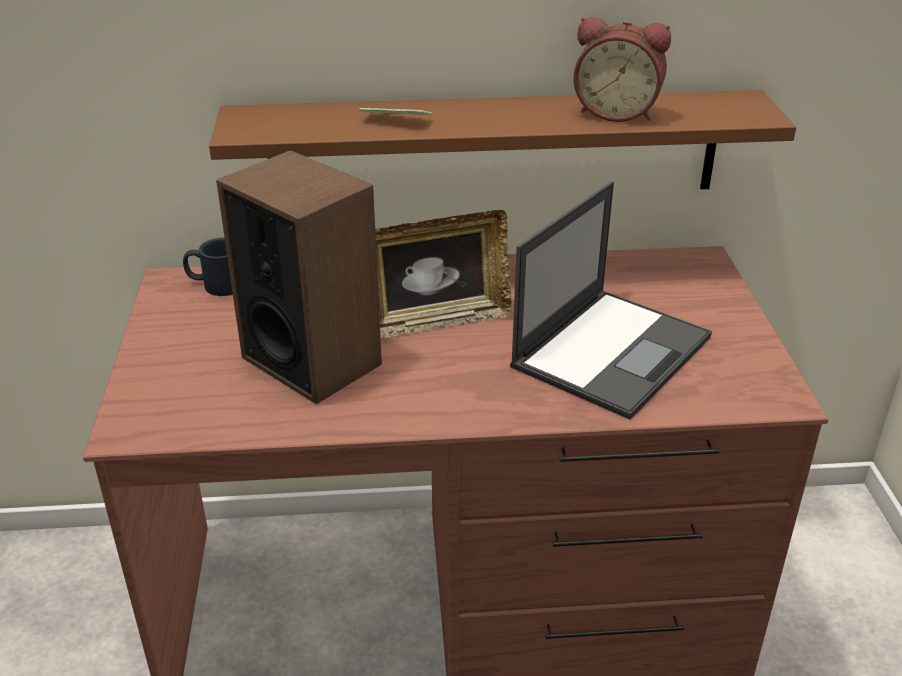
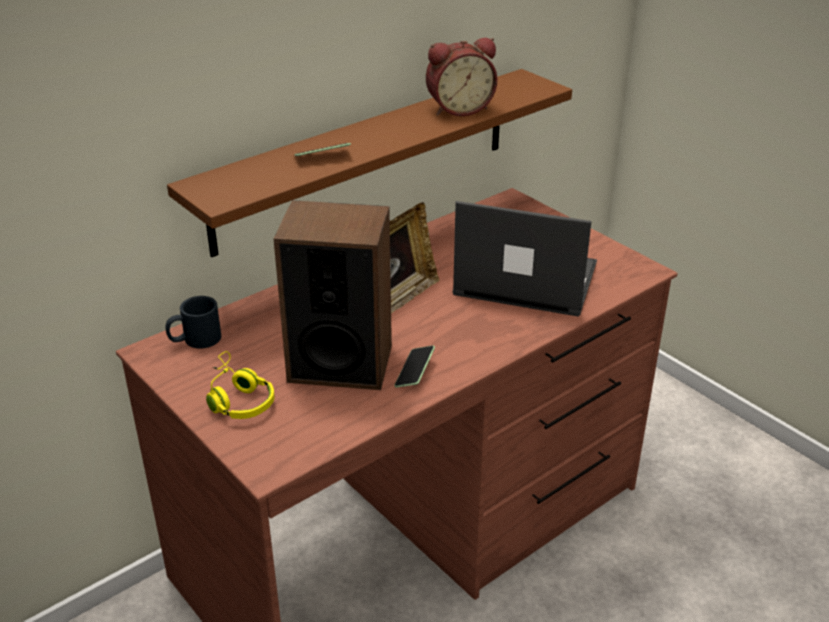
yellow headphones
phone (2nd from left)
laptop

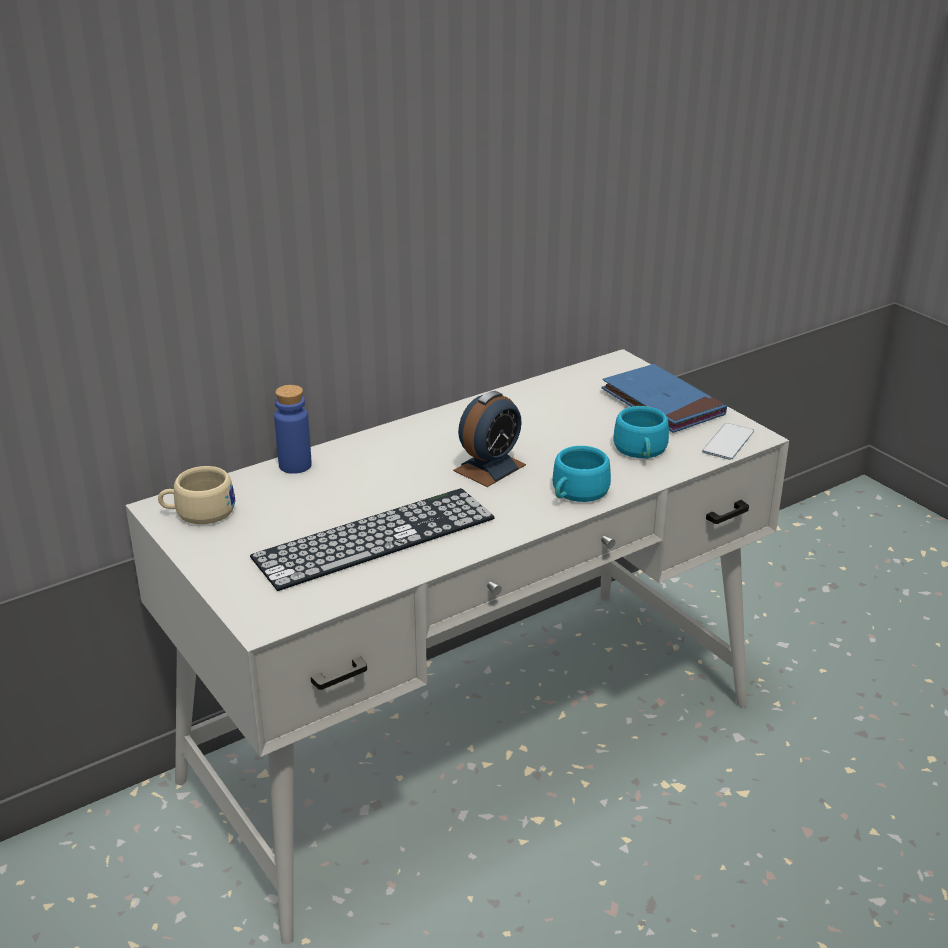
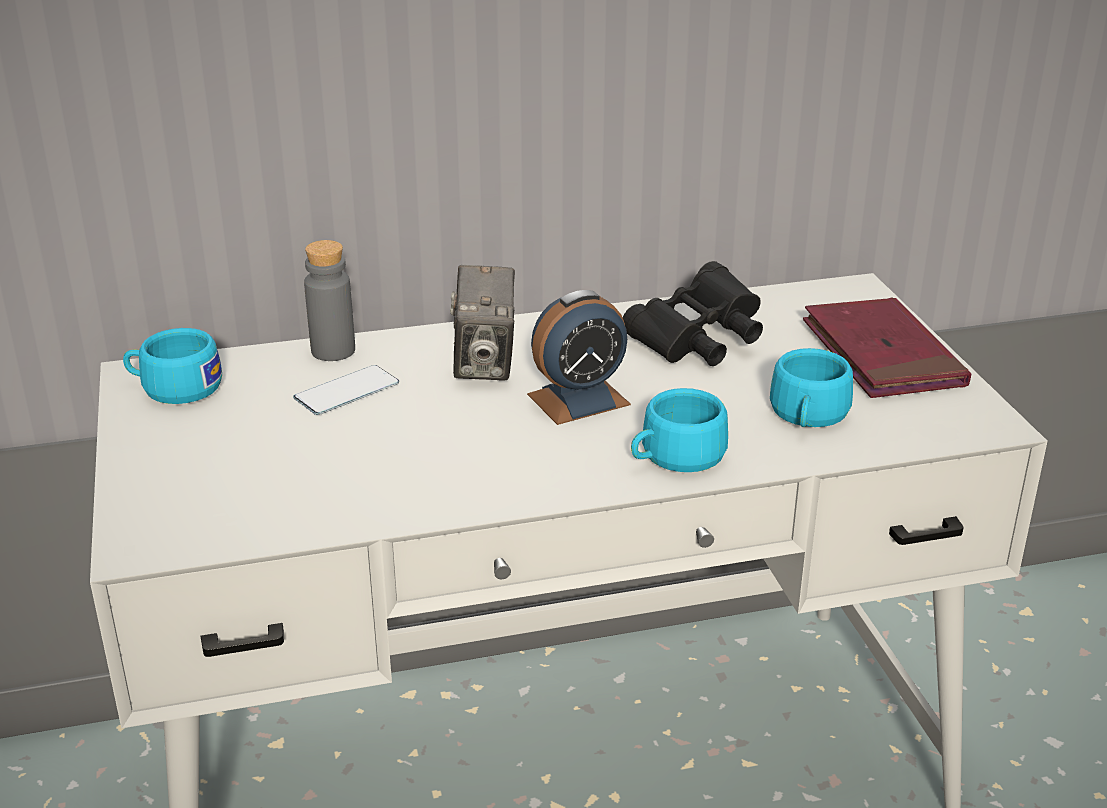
turquoise cup (1st from left)
phone
grey bottle
photo camera
black binoculars
red book
keyboard

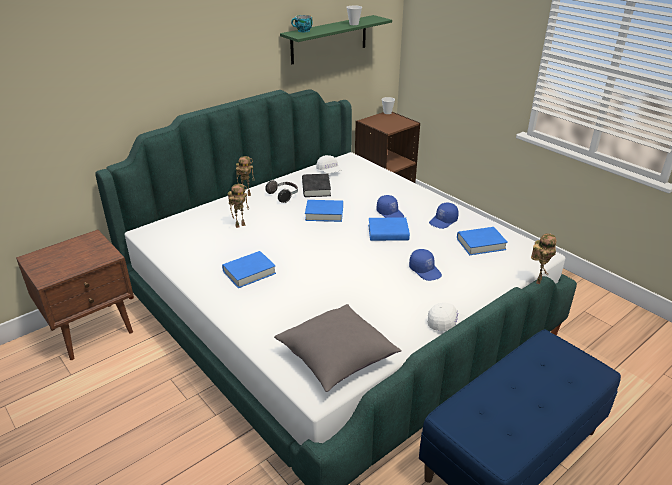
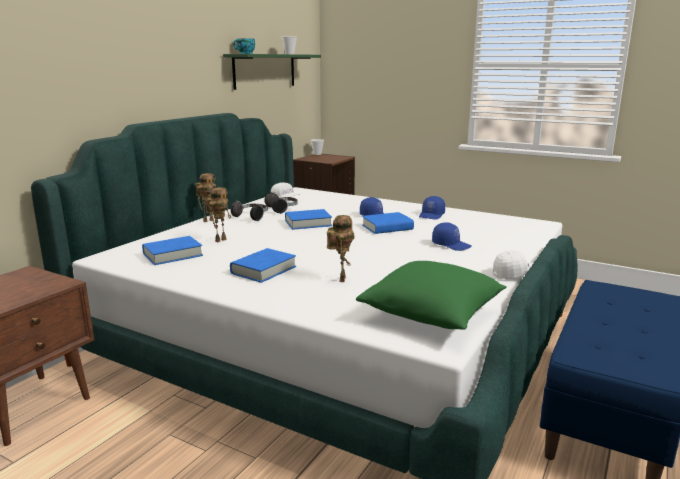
blue book (1st from left)
headphones (2nd from left)
toy robot (3rd from left)
green pillow

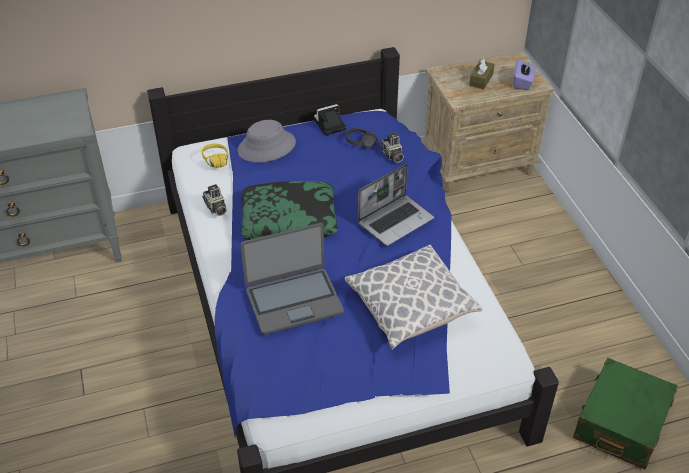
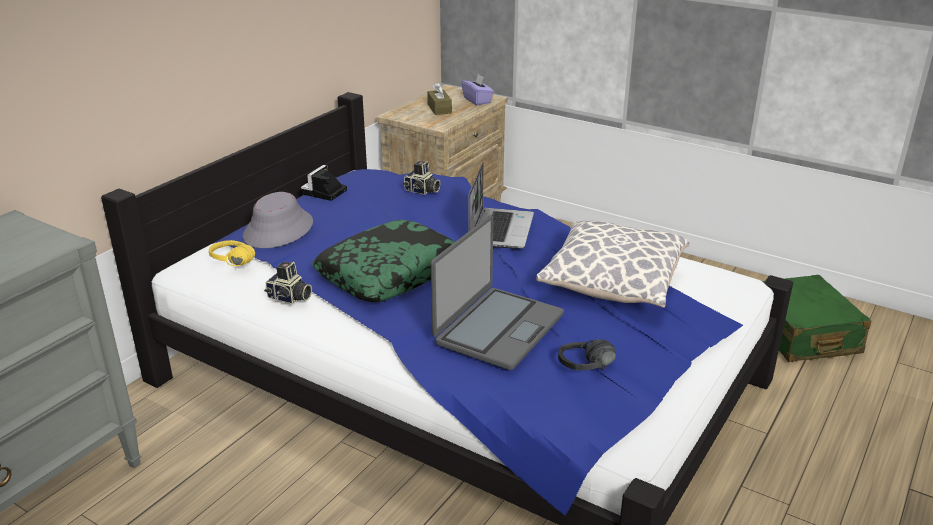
black headphones

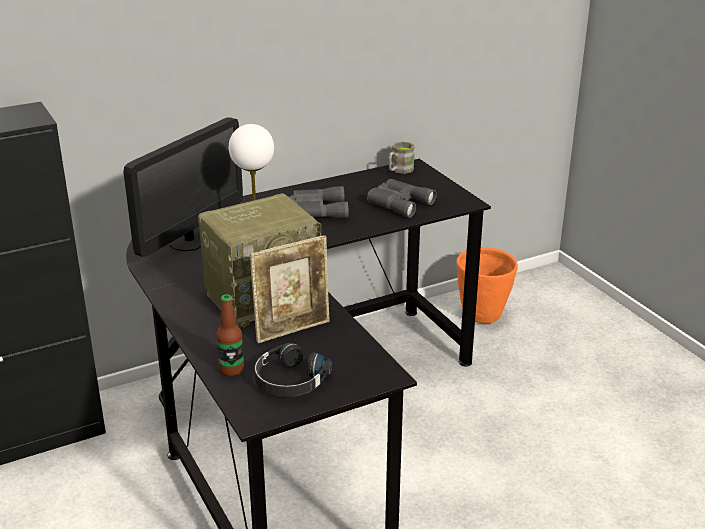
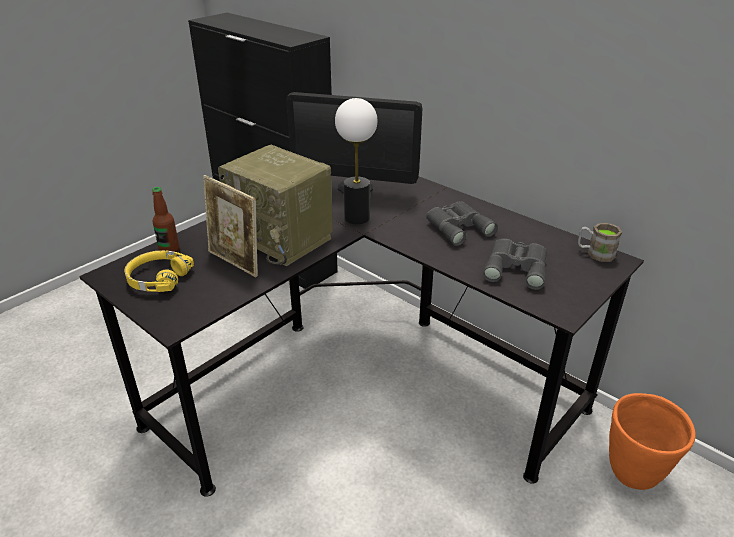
yellow headphones

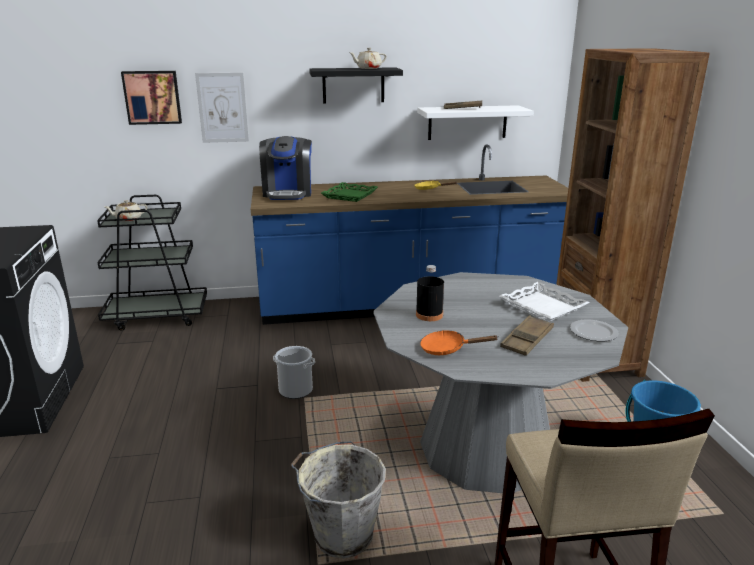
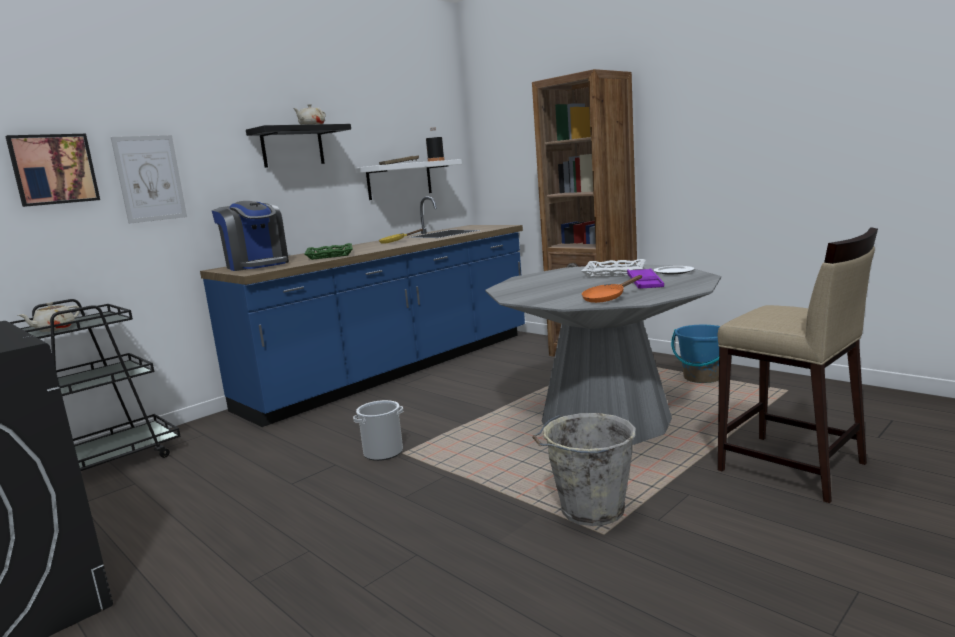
black bottle
purple tray

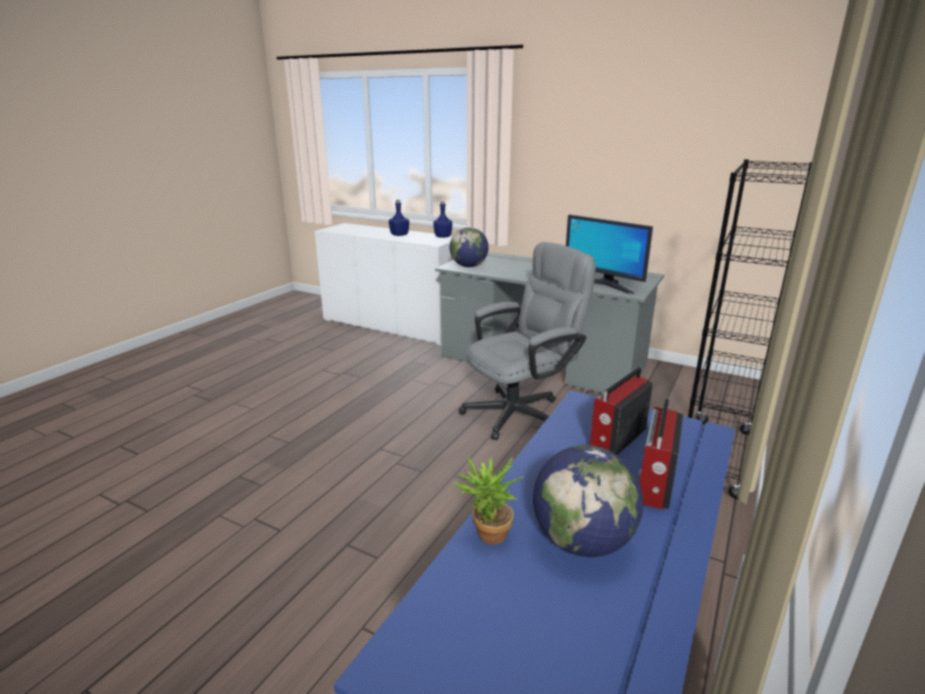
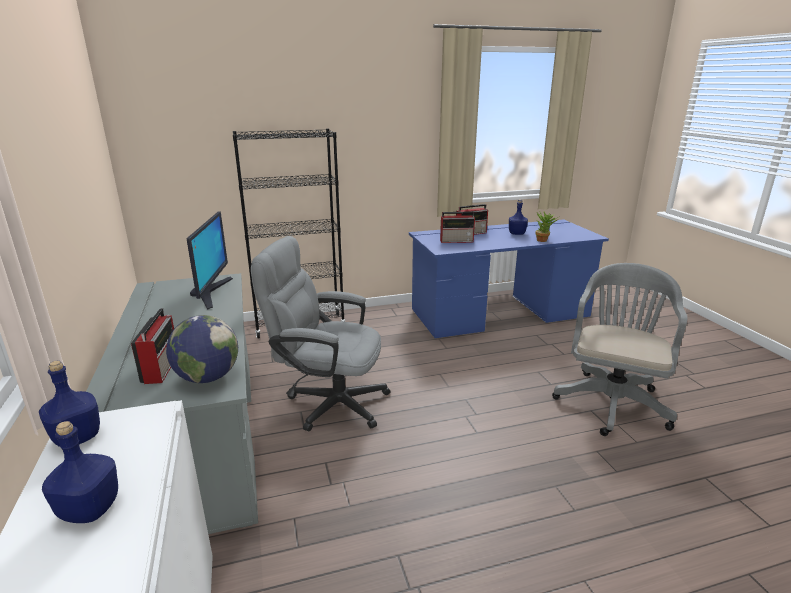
radio (1st from left)
blue bottle (3rd from left)
grey office chair (2nd from left)

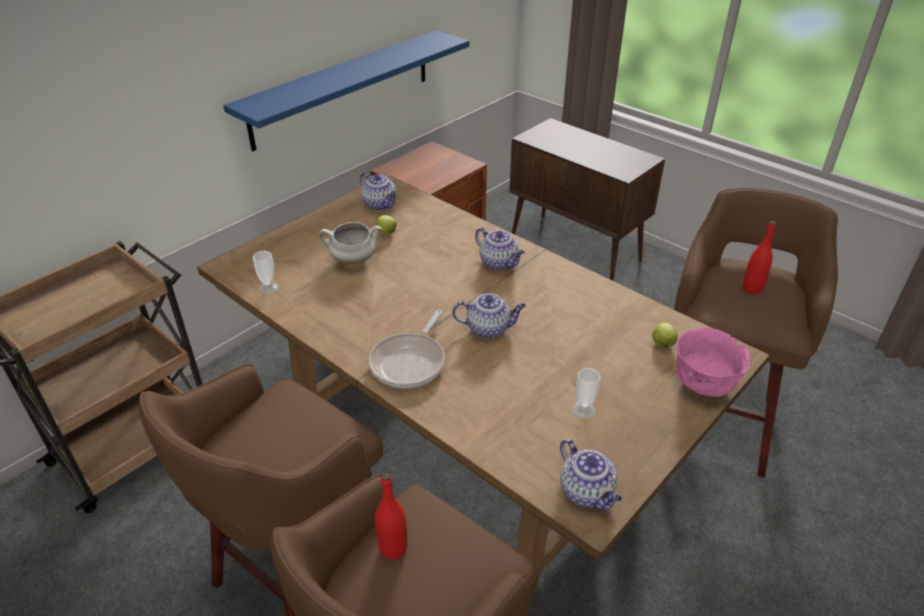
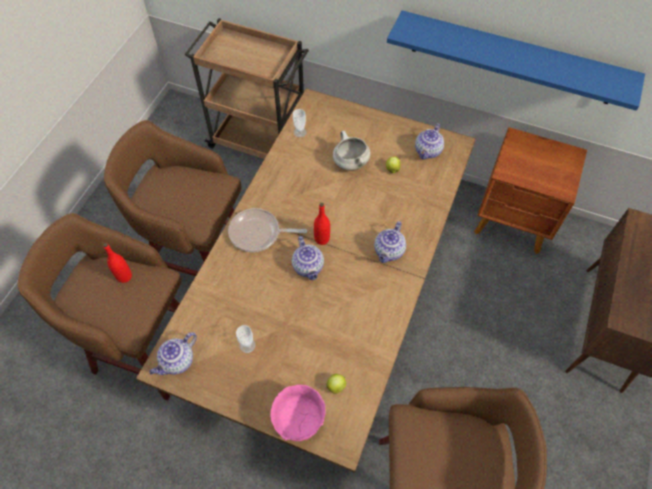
red bottle (2nd from left)

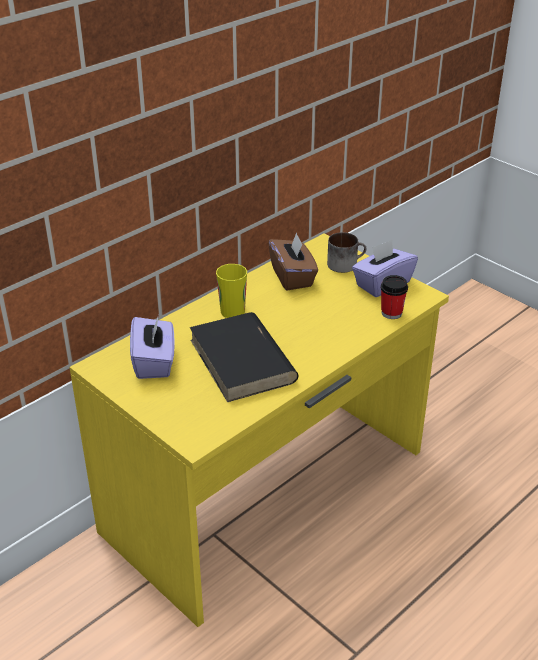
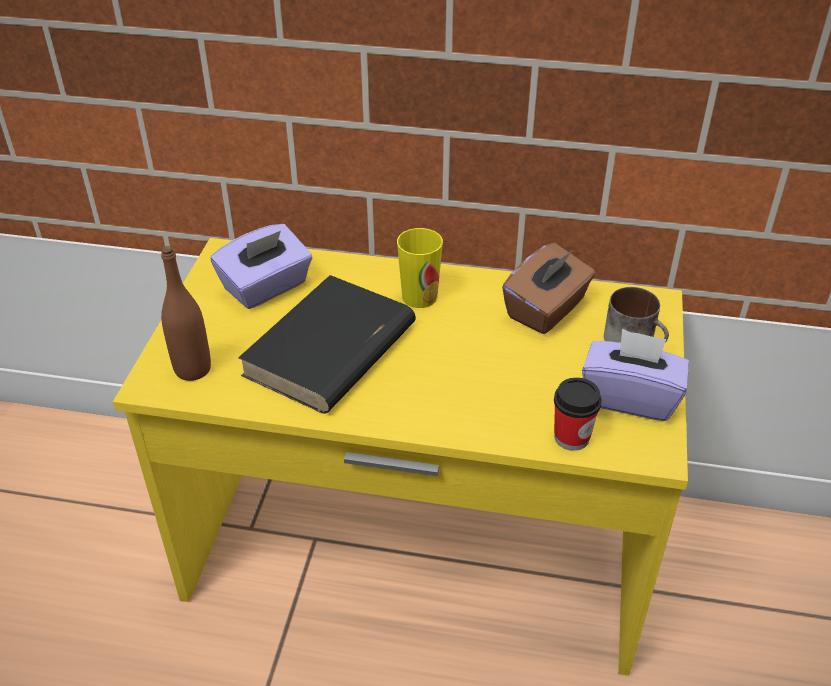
brown bottle

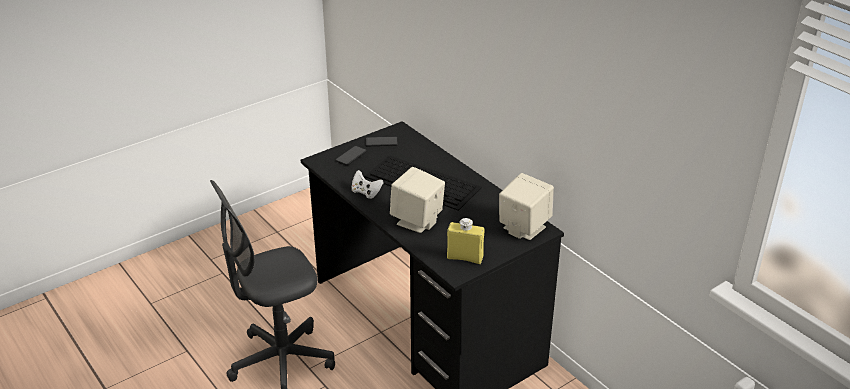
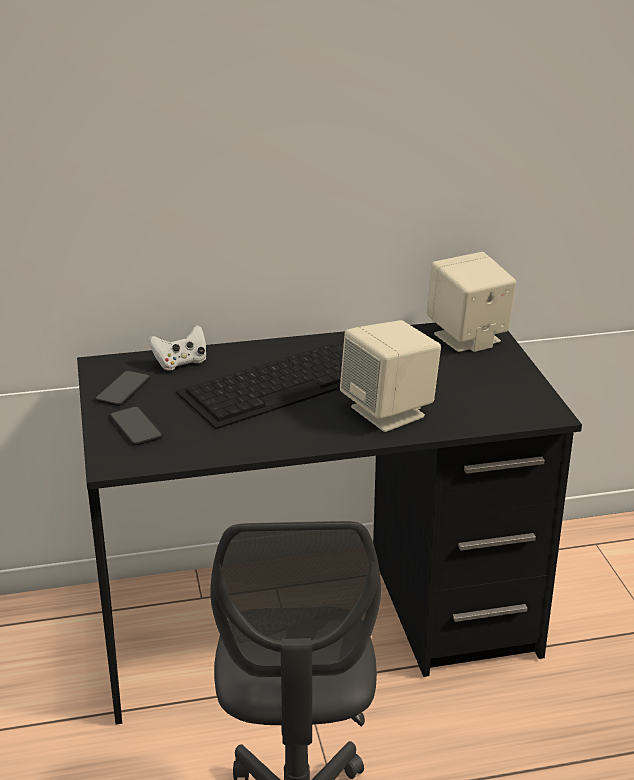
white game controller
yellow bottle

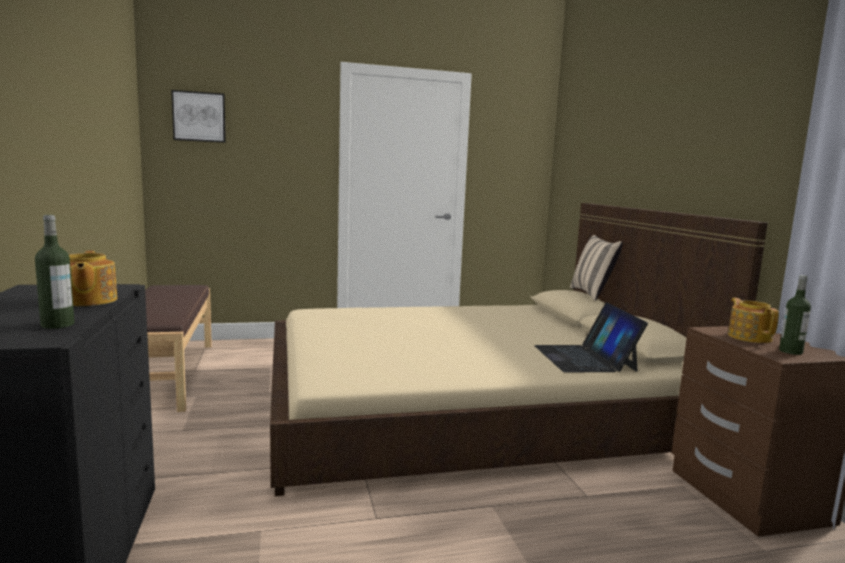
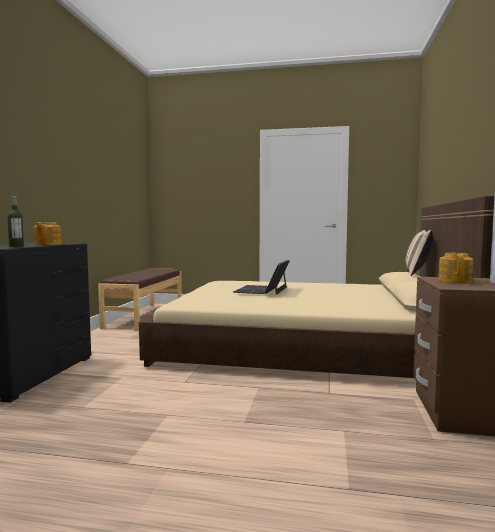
laptop
picture
bottle (2nd from left in the first image)

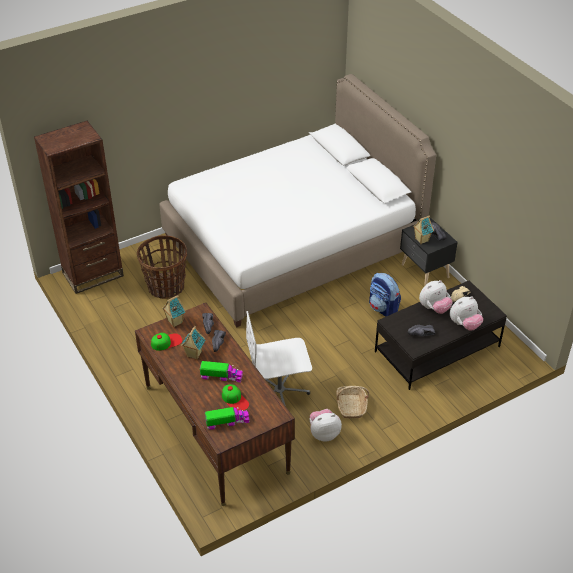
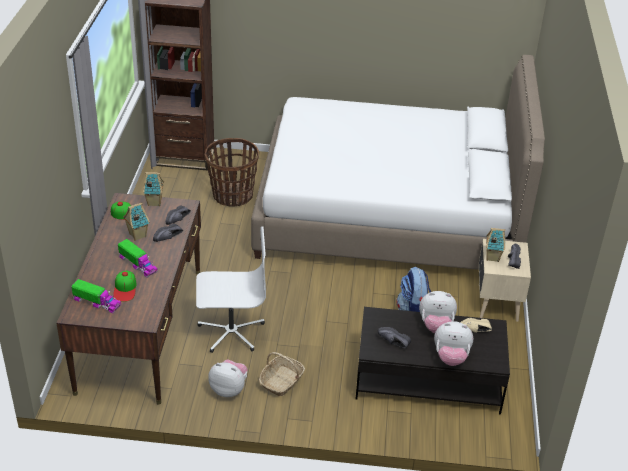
white office chair
beige nightstand

